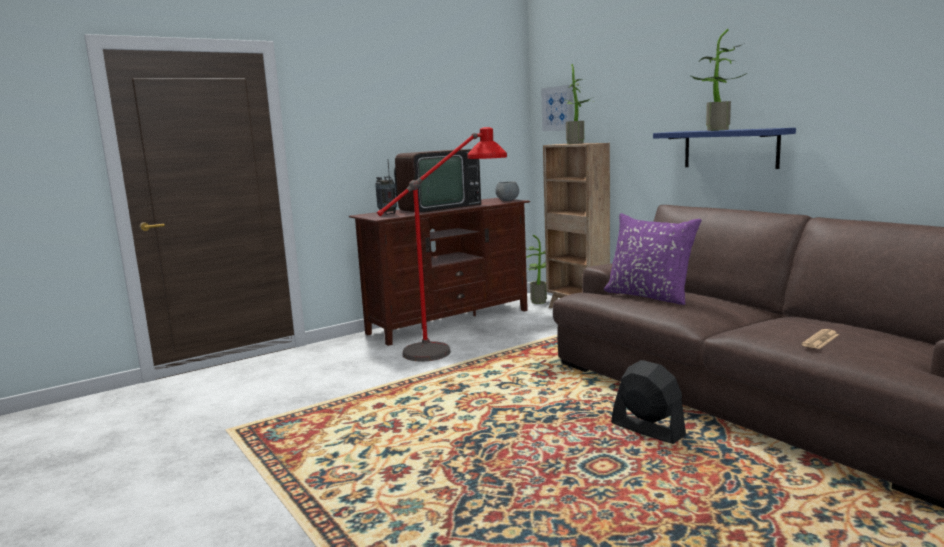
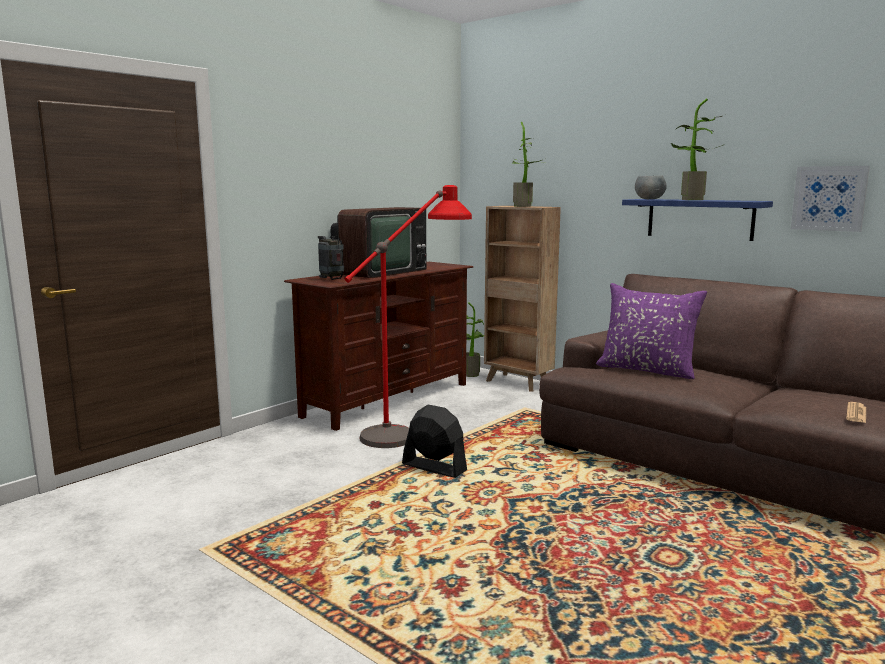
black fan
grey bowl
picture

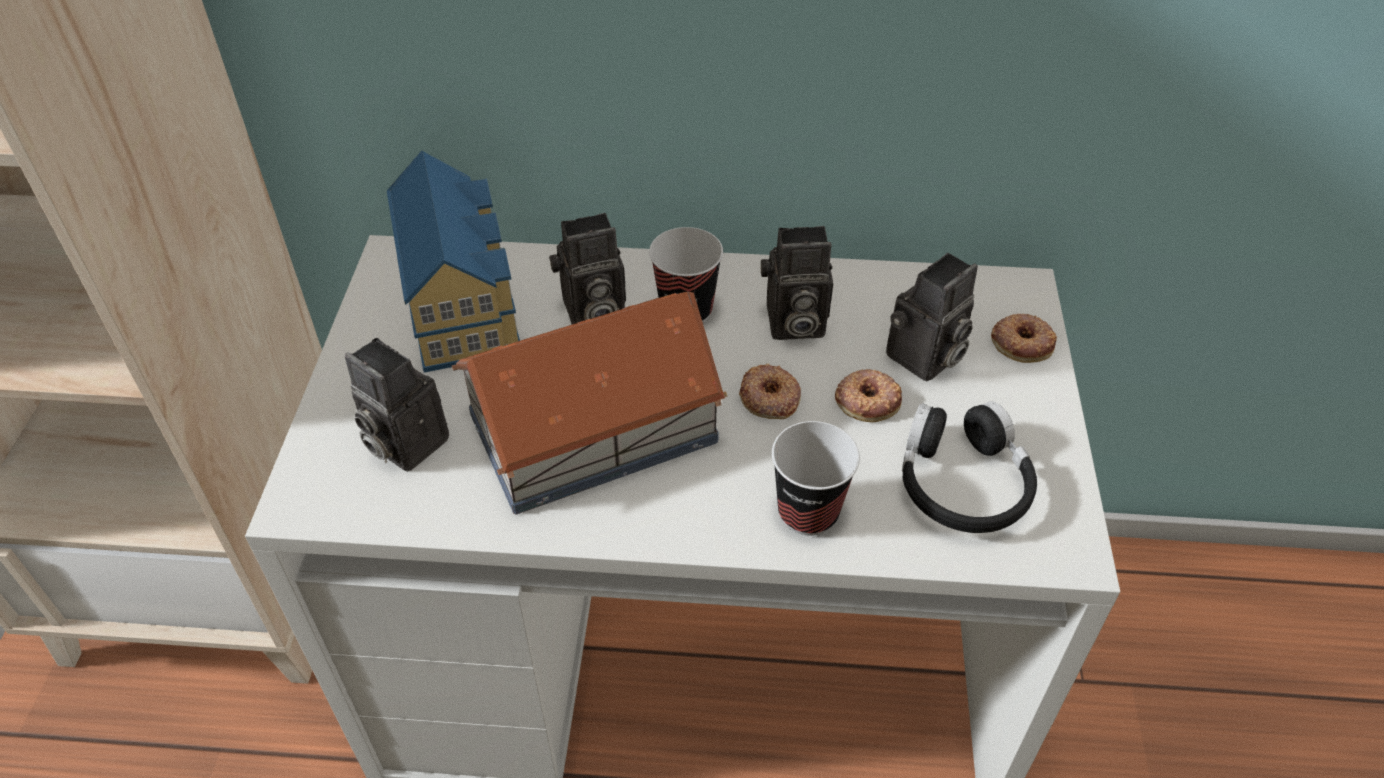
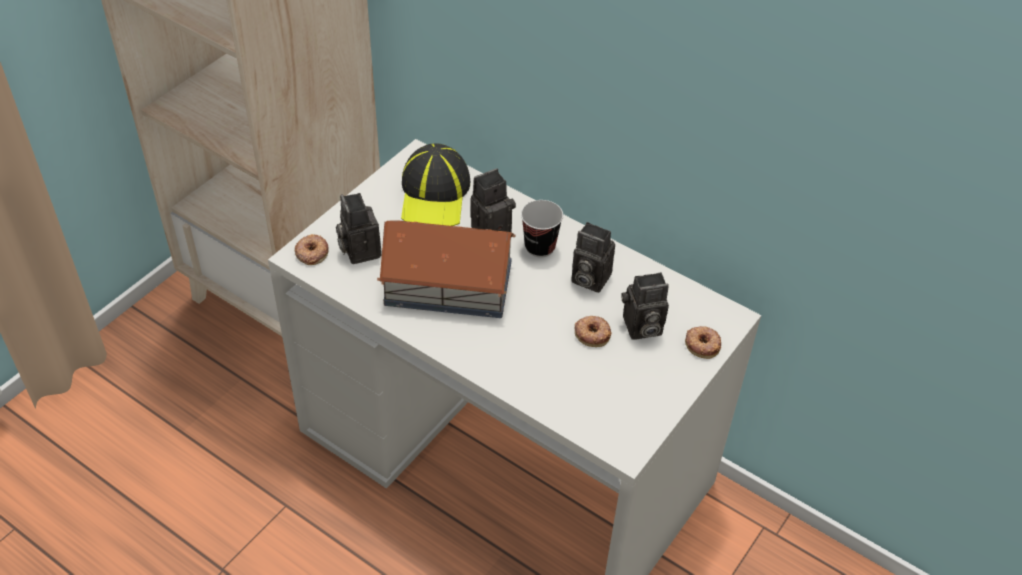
donut (1st from left)
cap
photo camera (2nd from left)
cup (2nd from left in the first image)
black headphones

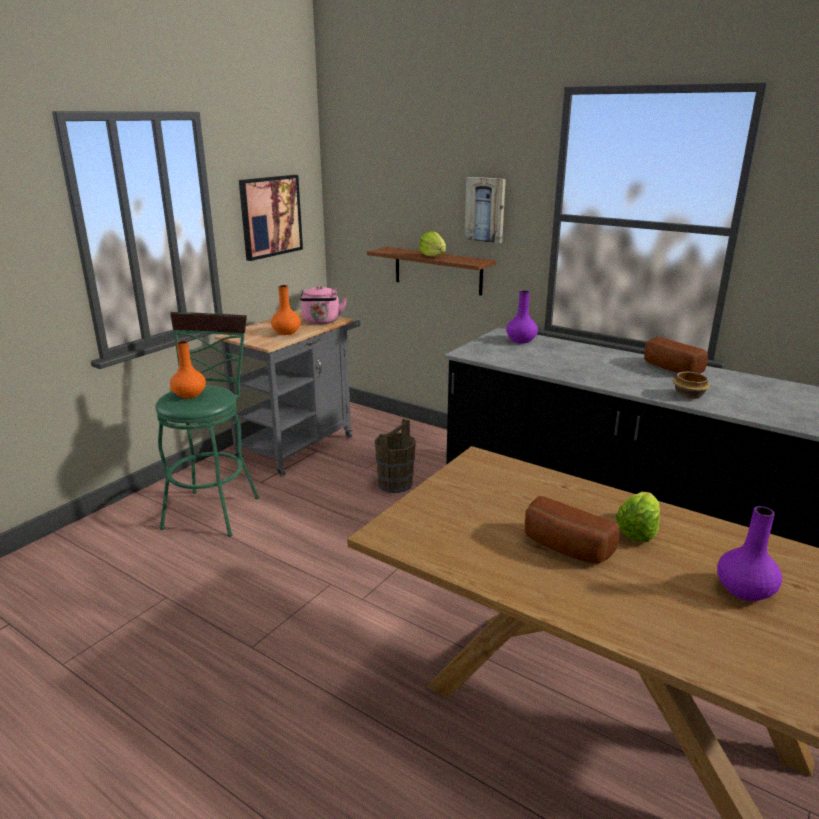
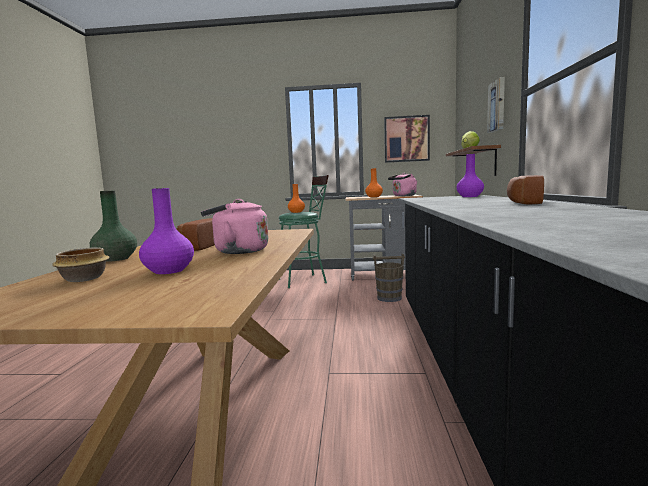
bowl
green vase
pink kettle (1st from left)

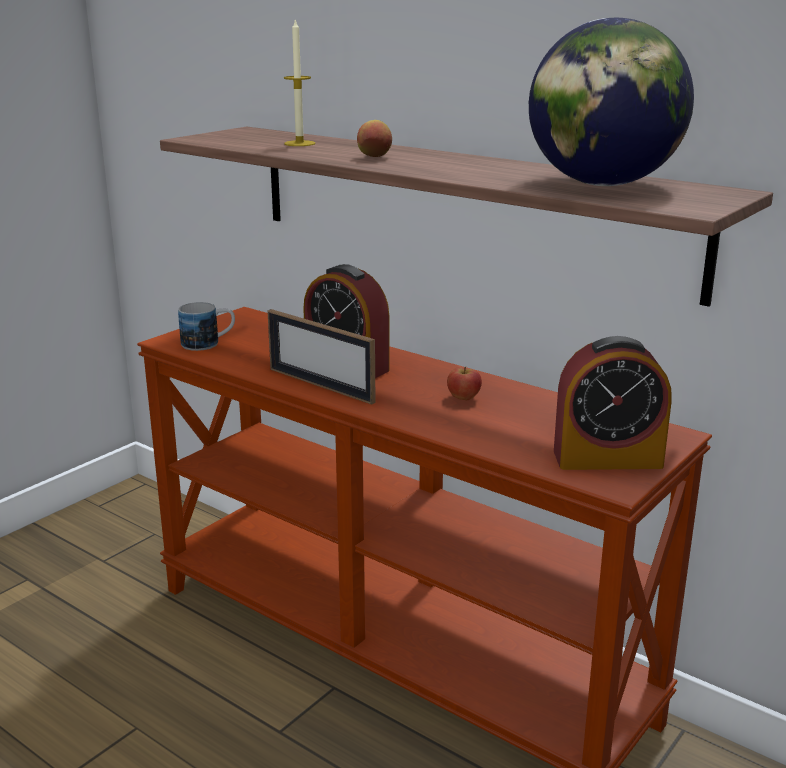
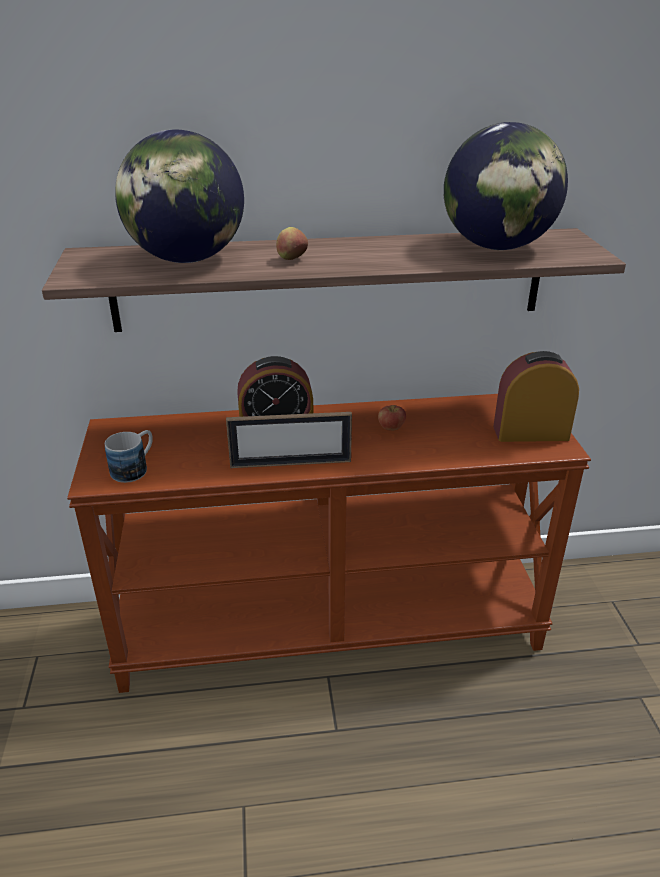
globe (1st from left)
alarm clock (2nd from left)

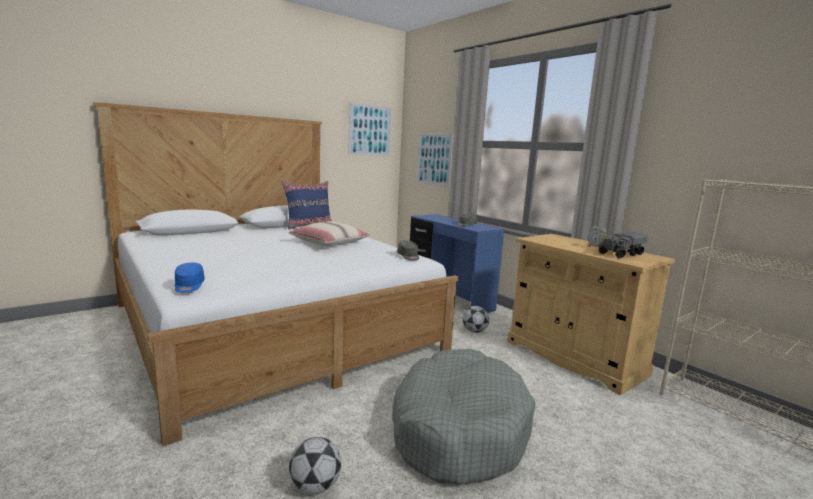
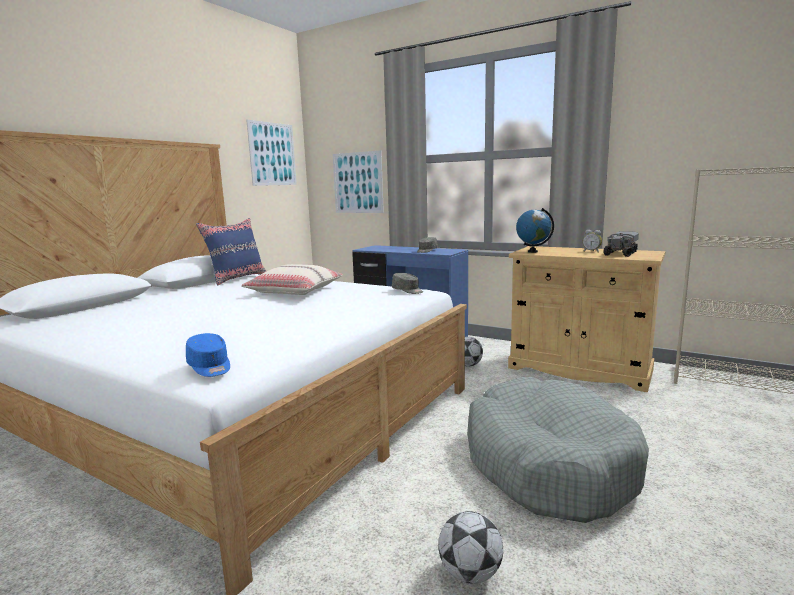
globe

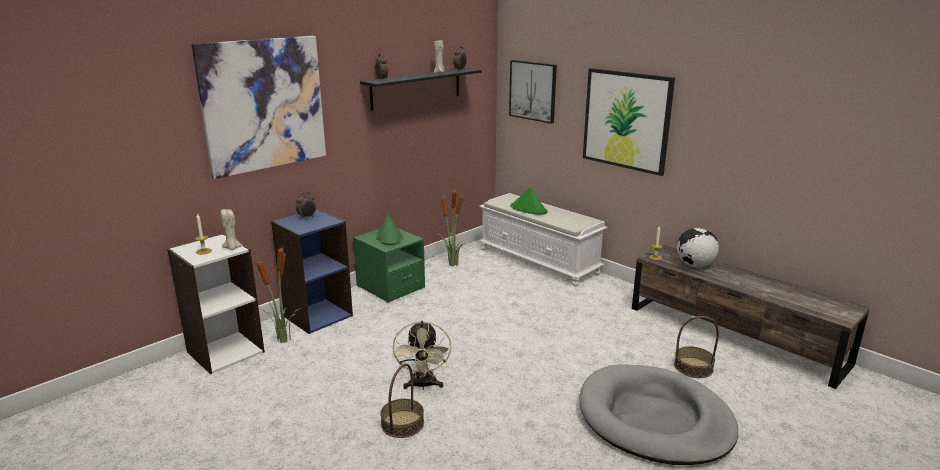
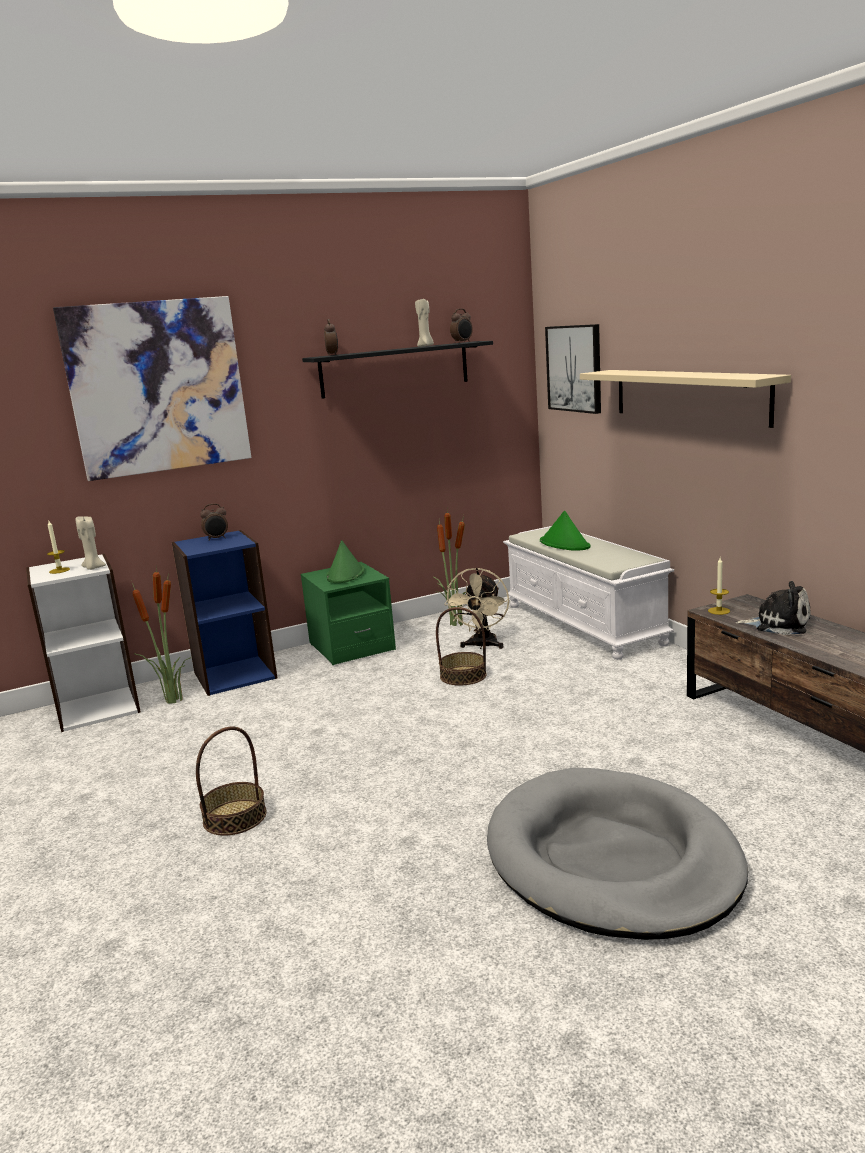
basket (2nd from left)
beige fan
beige shelf
plush toy

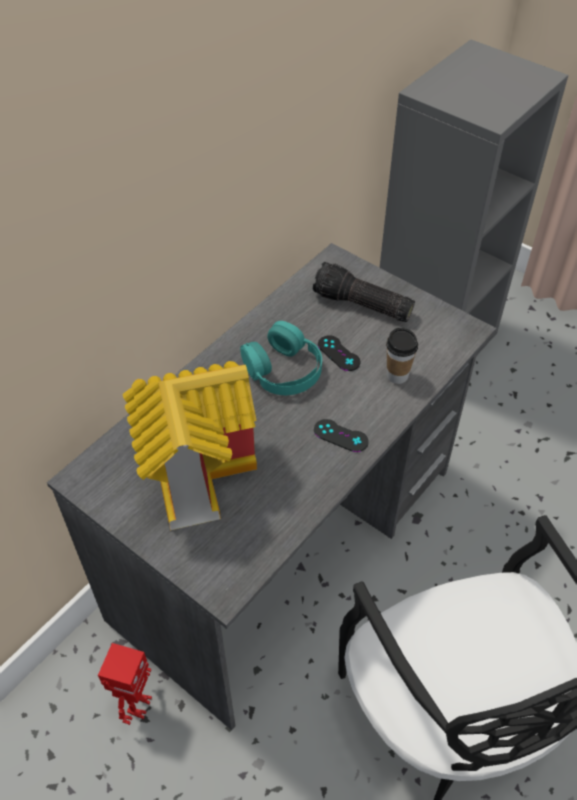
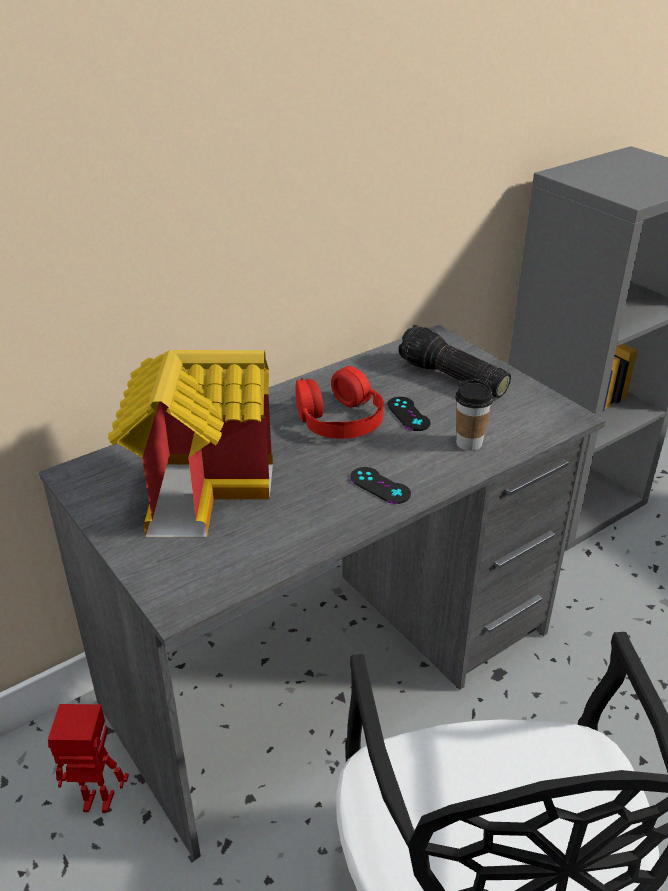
toy robot
red headphones

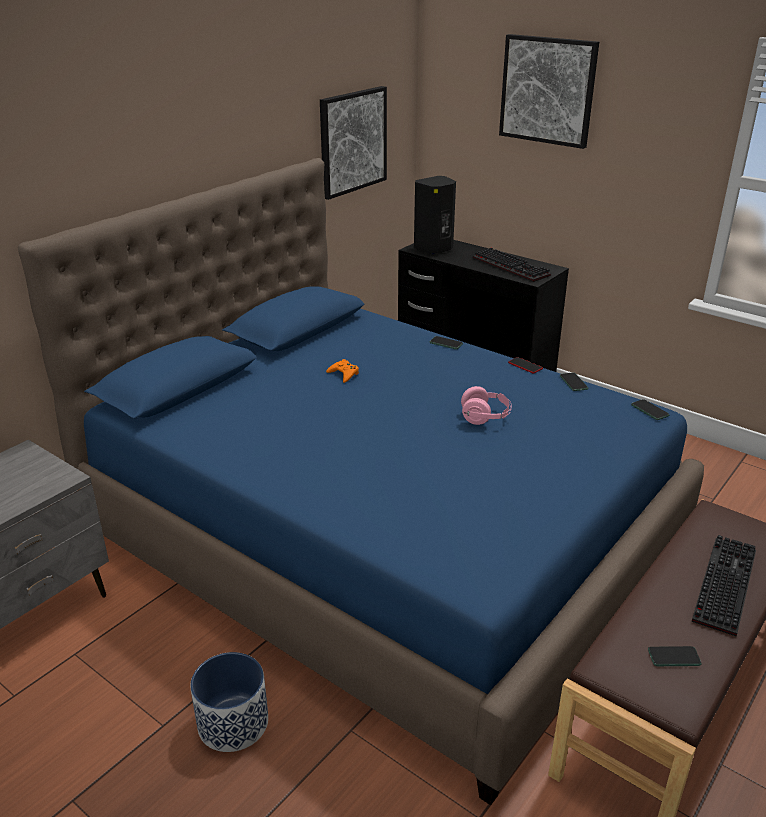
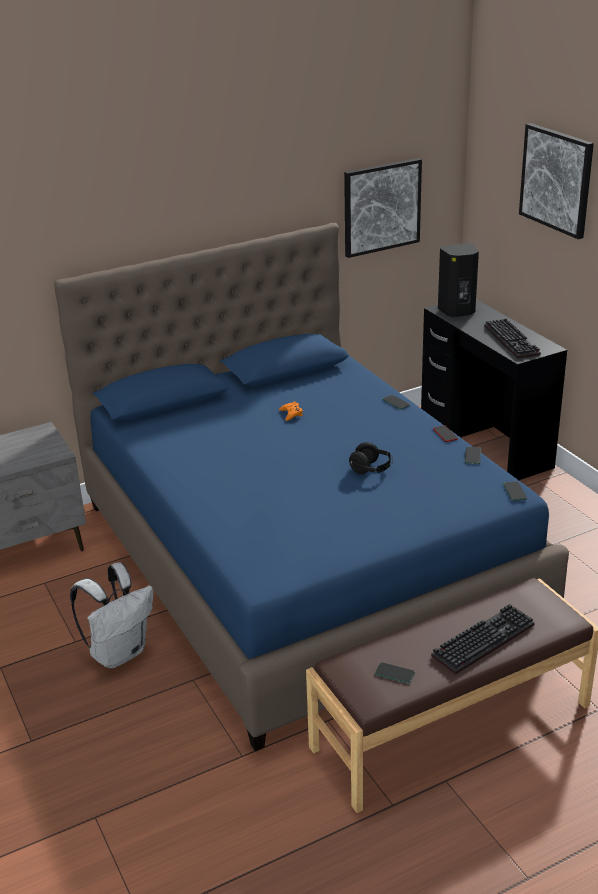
white backpack
black headphones

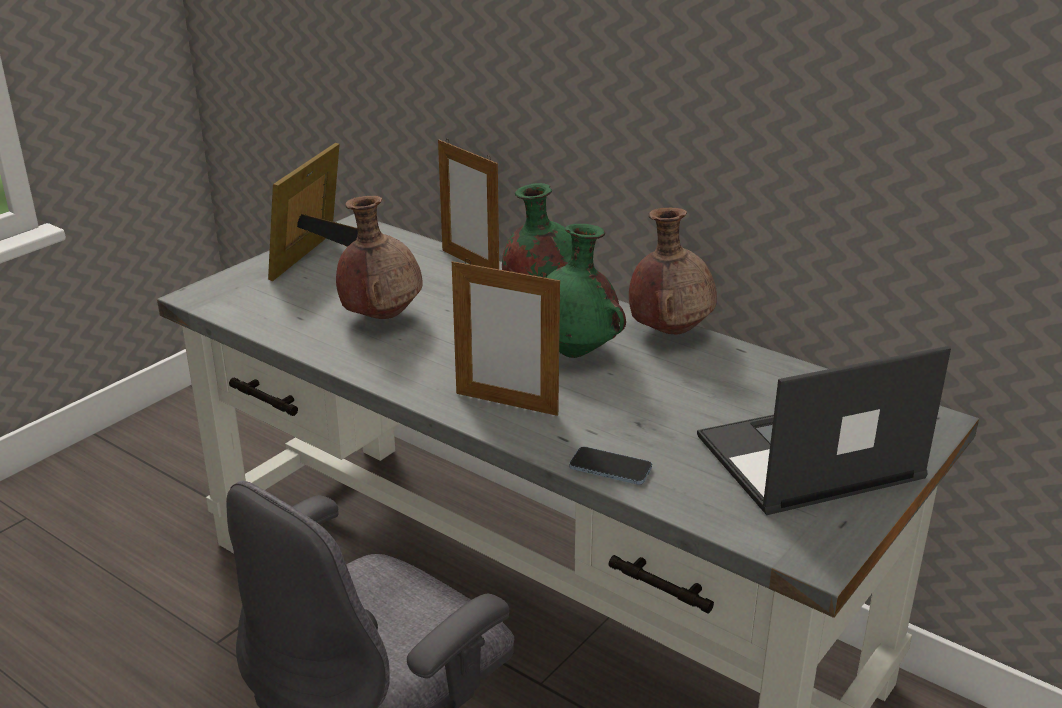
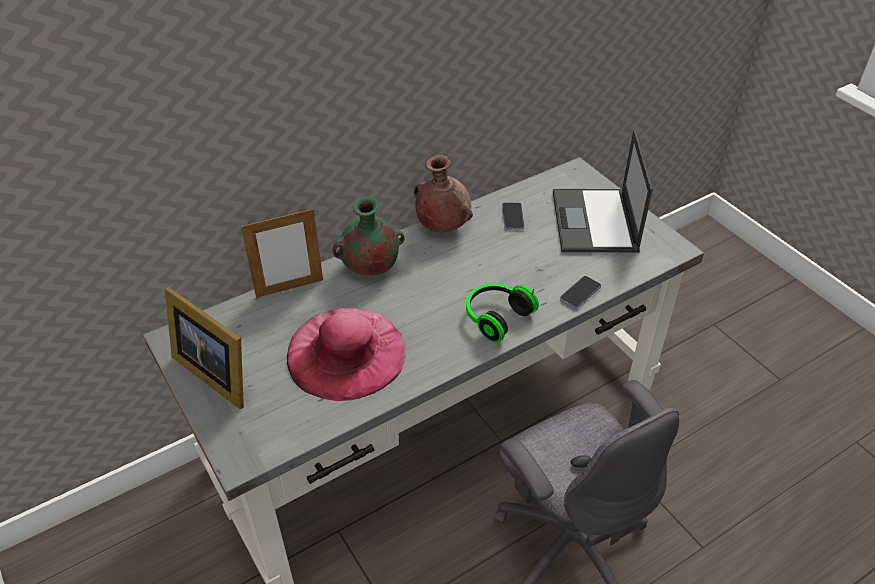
pink hat
headphones
phone (1st from left)
green vase (2nd from left in the first image)

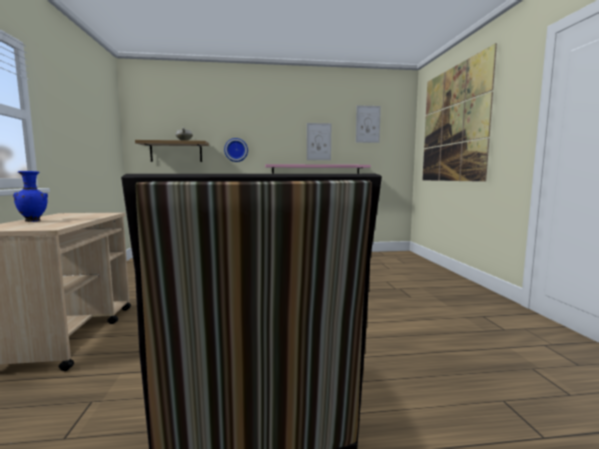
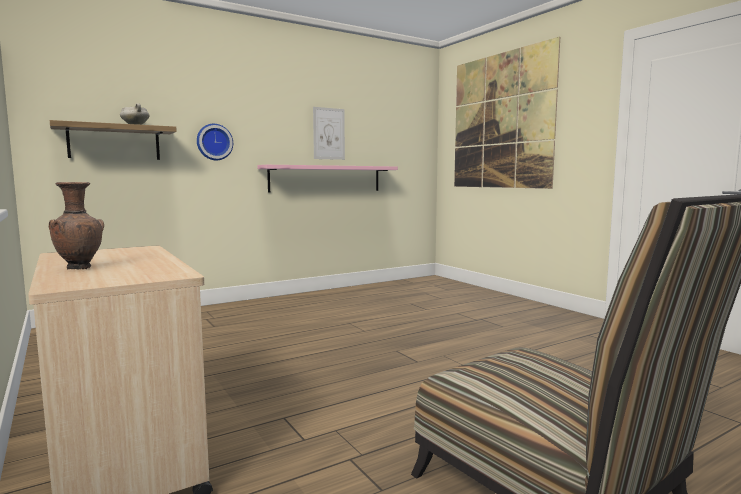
brown vase
picture (2nd from left in the first image)

